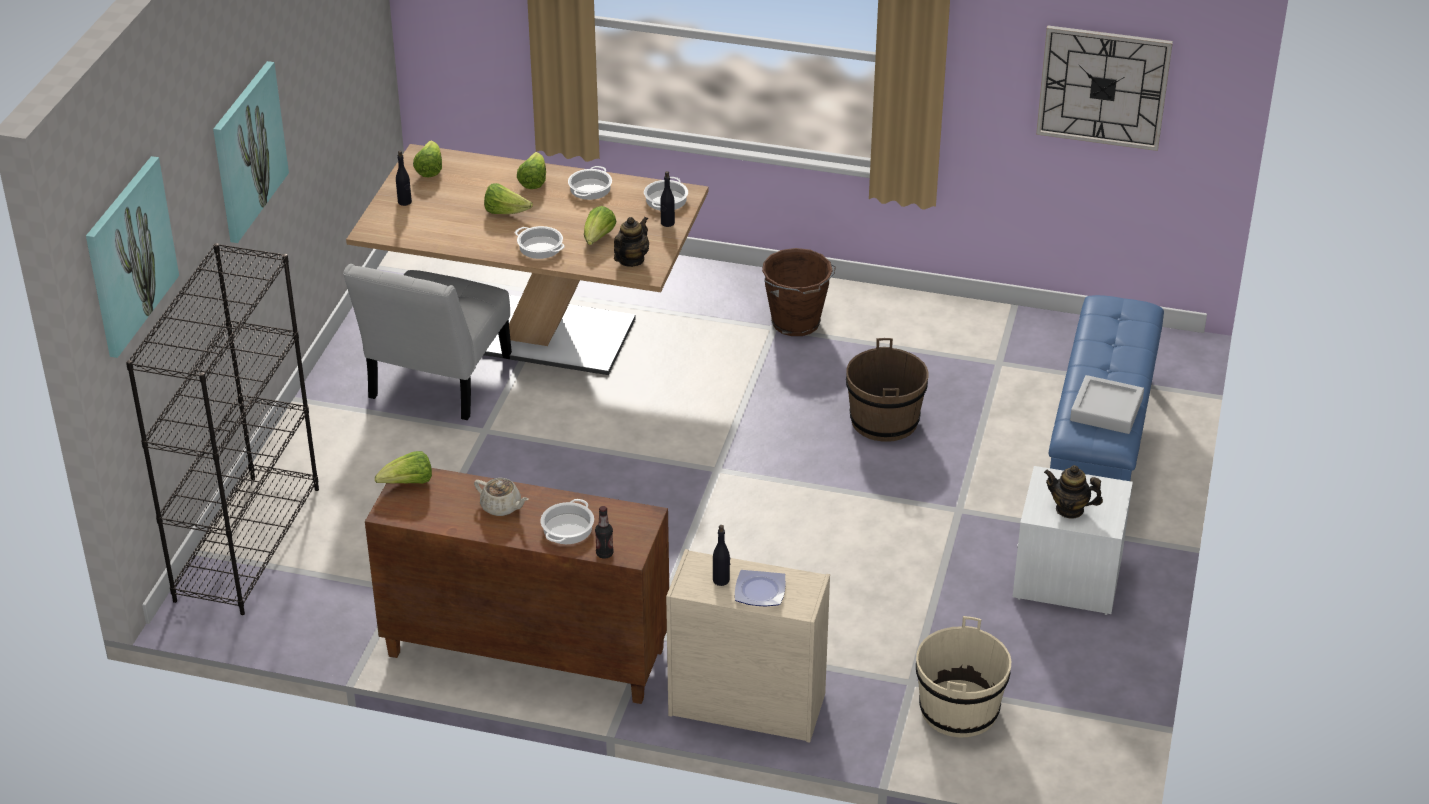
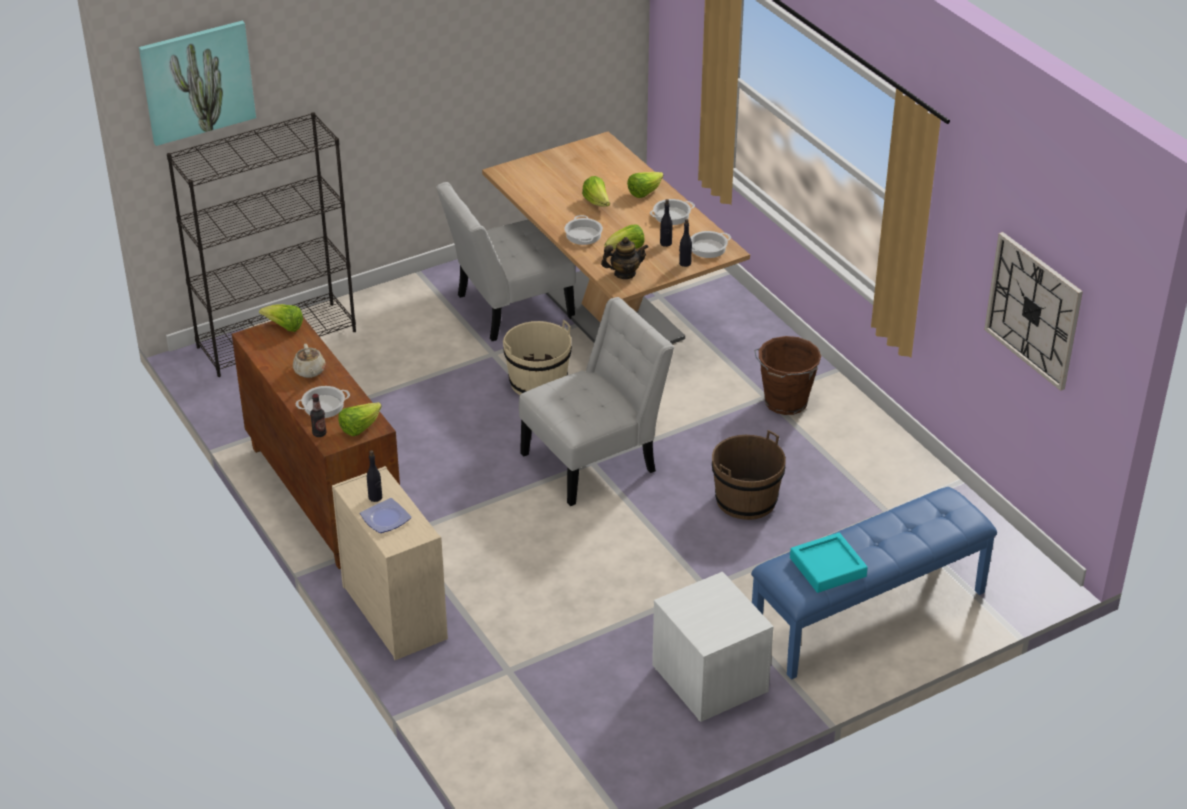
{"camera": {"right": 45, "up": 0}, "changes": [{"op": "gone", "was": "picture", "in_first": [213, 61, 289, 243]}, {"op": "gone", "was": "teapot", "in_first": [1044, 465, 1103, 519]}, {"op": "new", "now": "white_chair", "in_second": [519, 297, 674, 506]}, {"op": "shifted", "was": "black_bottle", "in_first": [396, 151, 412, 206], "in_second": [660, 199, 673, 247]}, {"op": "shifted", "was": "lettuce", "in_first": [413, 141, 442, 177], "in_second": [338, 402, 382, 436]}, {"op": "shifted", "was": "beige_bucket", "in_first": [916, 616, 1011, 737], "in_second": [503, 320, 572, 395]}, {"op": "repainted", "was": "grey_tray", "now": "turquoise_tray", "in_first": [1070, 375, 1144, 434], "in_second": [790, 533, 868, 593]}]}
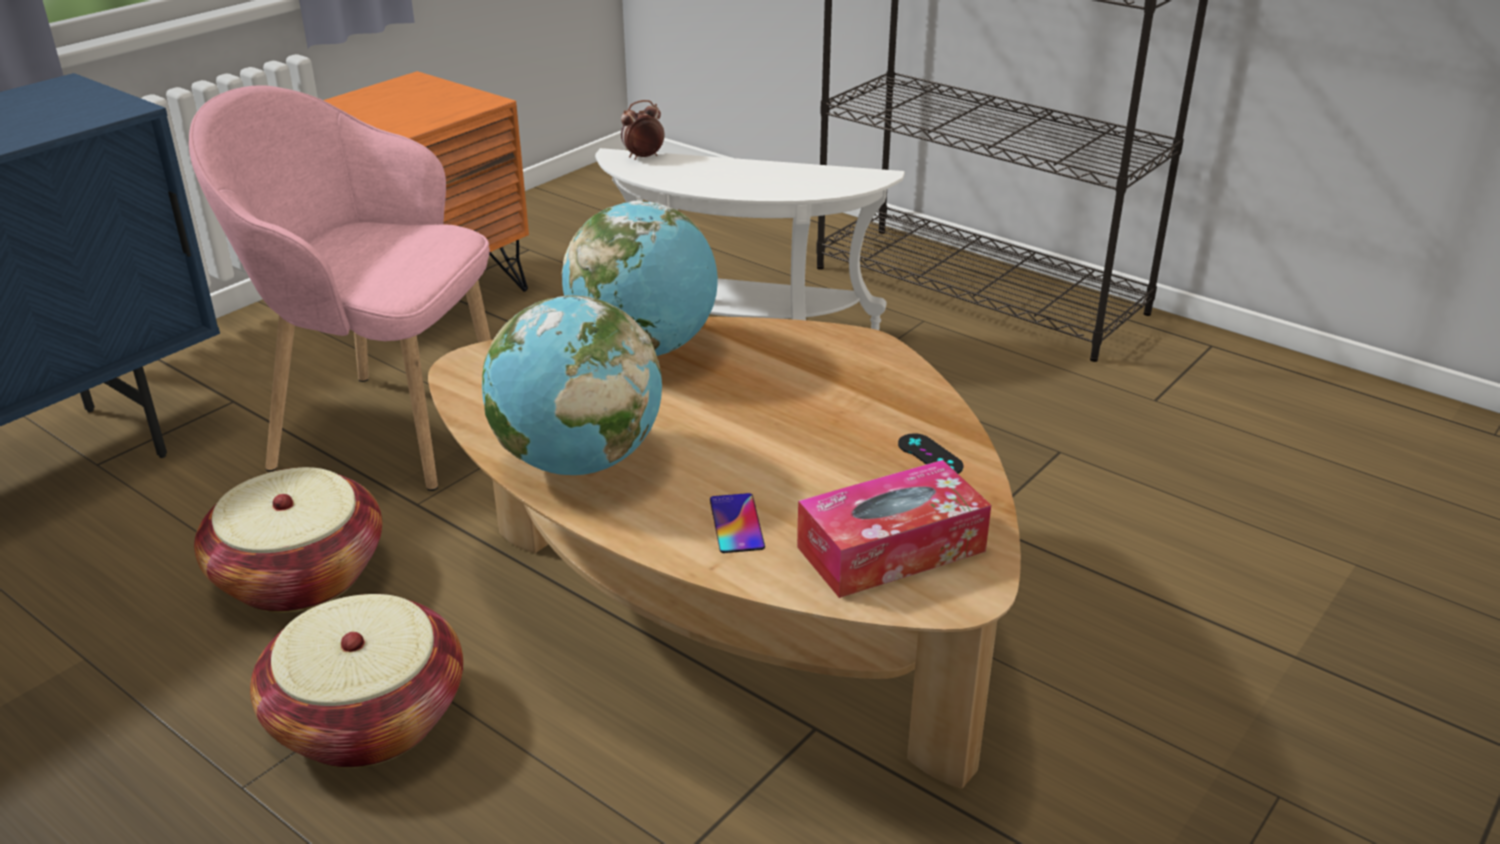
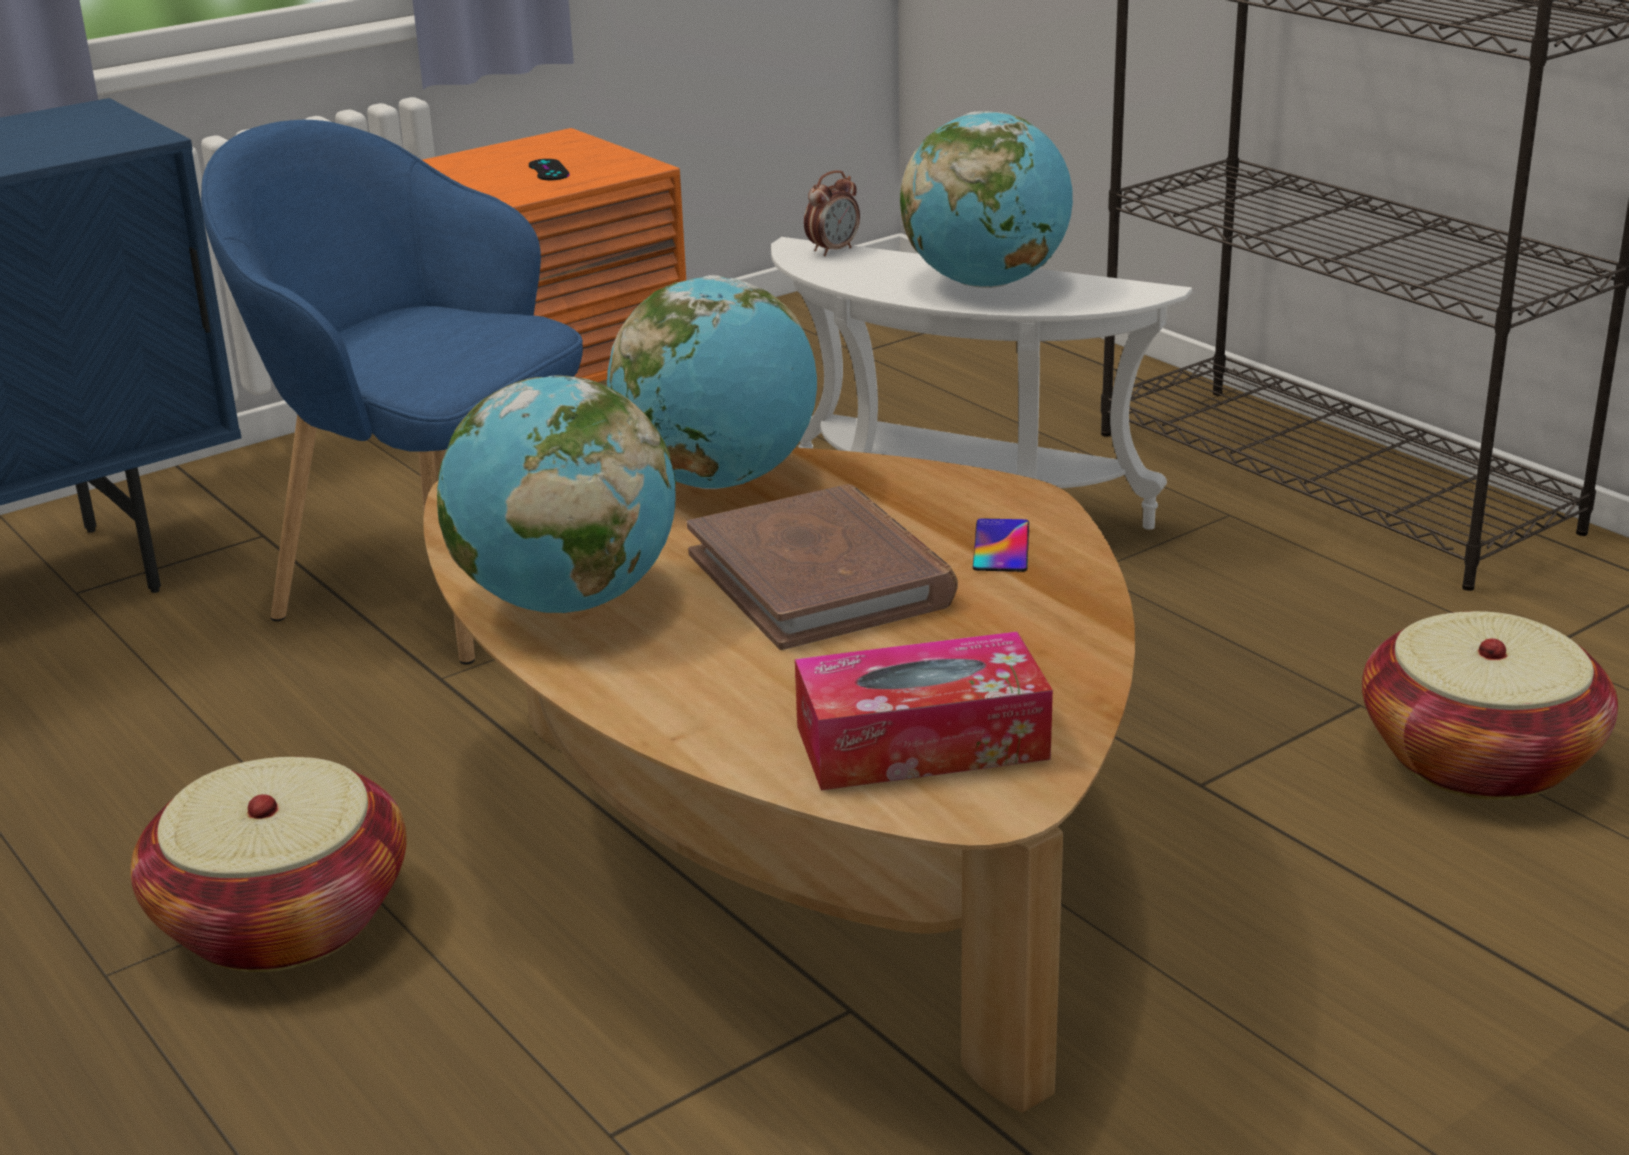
{"camera": {"right": 15, "up": -5}, "changes": [{"op": "new", "now": "brown_book", "in_second": [687, 484, 958, 650]}, {"op": "new", "now": "globe", "in_second": [900, 111, 1073, 288]}, {"op": "shifted", "was": "basket", "in_first": [194, 467, 382, 613], "in_second": [1362, 611, 1618, 800]}, {"op": "shifted", "was": "phone", "in_first": [710, 493, 765, 553], "in_second": [973, 518, 1029, 572]}, {"op": "shifted", "was": "black_game_controller", "in_first": [898, 433, 963, 474], "in_second": [529, 159, 570, 180]}, {"op": "repainted", "was": "pink_armchair", "now": "blue_armchair", "in_first": [189, 85, 491, 491], "in_second": [201, 120, 583, 664]}, {"op": "rotated", "was": "alarm_clock", "in_first": [621, 100, 665, 160], "in_second": [804, 171, 860, 256], "clockwise": 150}]}
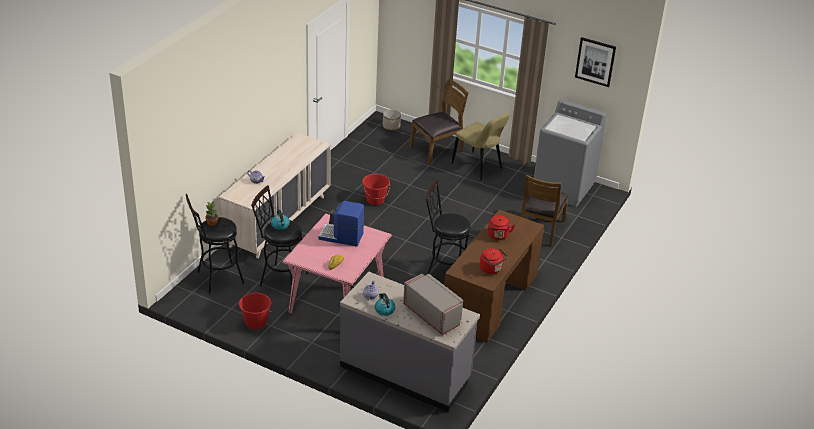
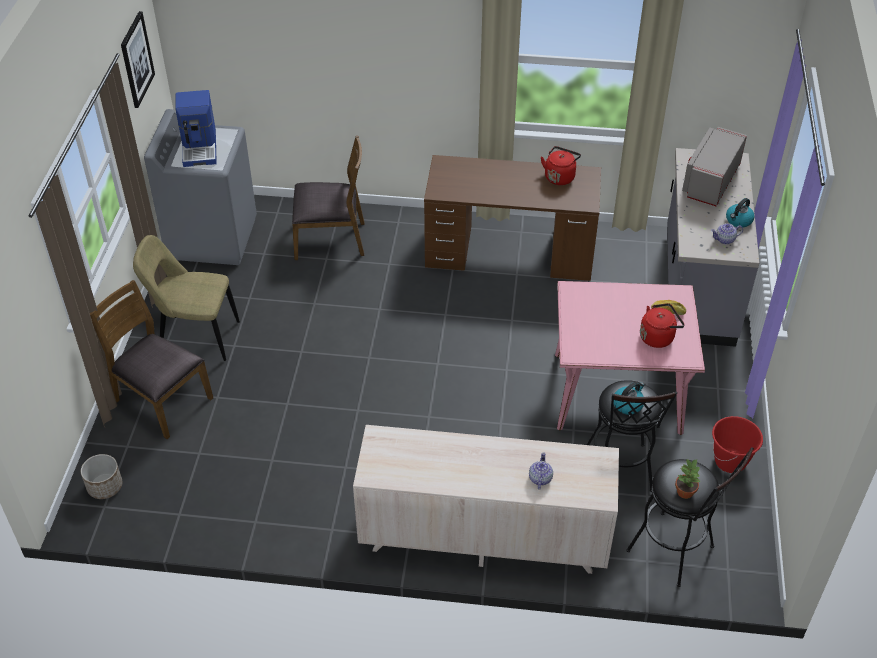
{"camera": {"right": -110, "up": 10}, "changes": [{"op": "gone", "was": "red_bucket", "in_first": [362, 174, 390, 205]}, {"op": "gone", "was": "black_stool", "in_first": [426, 180, 470, 274]}, {"op": "shifted", "was": "coffee_machine", "in_first": [319, 201, 364, 247], "in_second": [175, 90, 217, 167]}, {"op": "shifted", "was": "red_kettle", "in_first": [488, 215, 515, 240], "in_second": [640, 303, 685, 348]}, {"op": "rotated", "was": "beige_chair", "in_first": [452, 112, 510, 180], "in_second": [133, 235, 240, 361], "clockwise": -105}]}
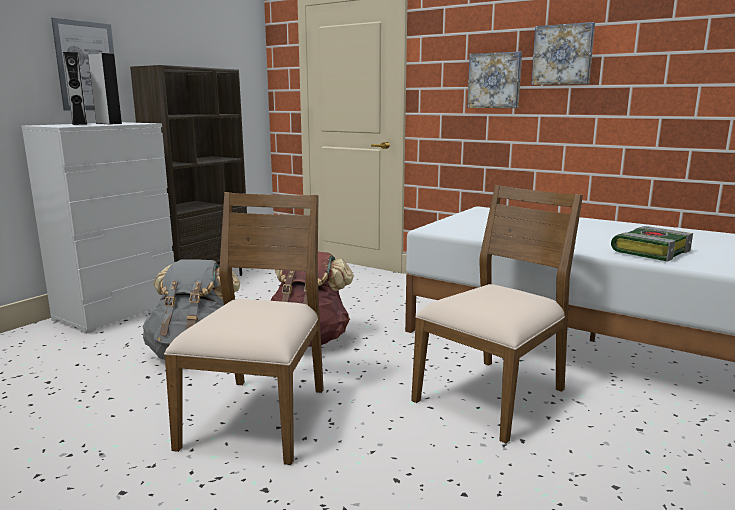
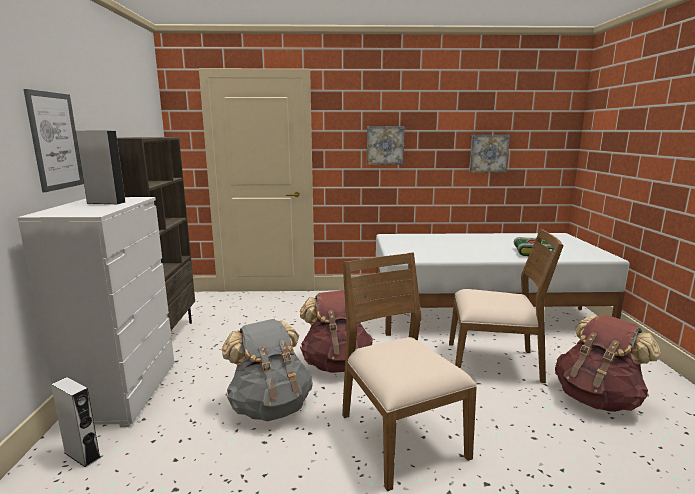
{"camera": {"right": -35, "up": 0}, "changes": [{"op": "new", "now": "brown_backpack", "in_second": [555, 315, 661, 412]}, {"op": "shifted", "was": "grey_speaker", "in_first": [63, 52, 88, 125], "in_second": [51, 377, 101, 468]}, {"op": "shifted", "was": "picture", "in_first": [531, 22, 595, 85], "in_second": [469, 135, 510, 173]}, {"op": "rotated", "was": "brown_chair", "in_first": [411, 185, 583, 444], "in_second": [449, 229, 564, 383], "clockwise": 90}]}
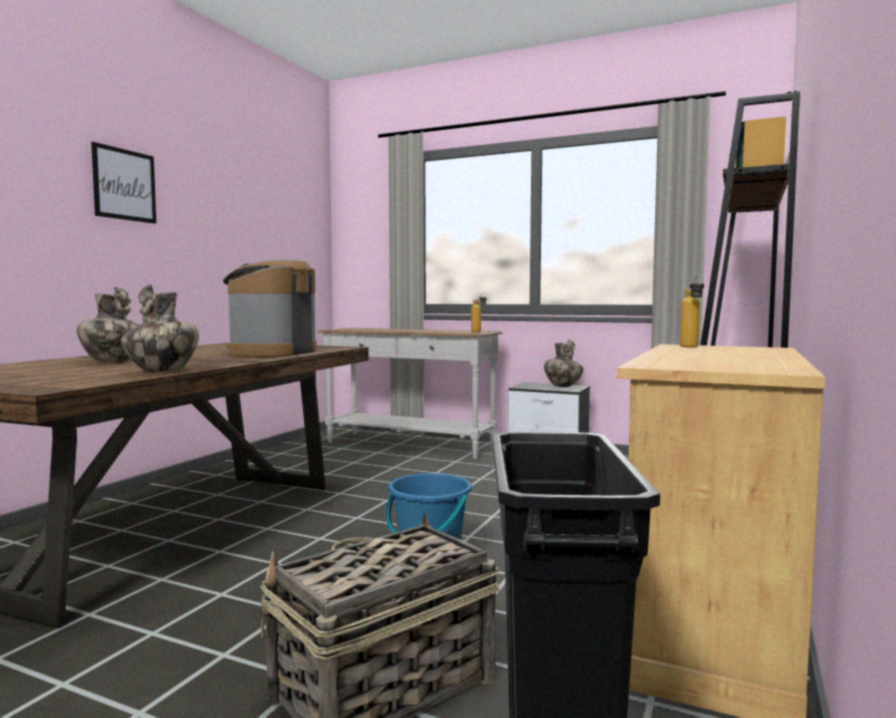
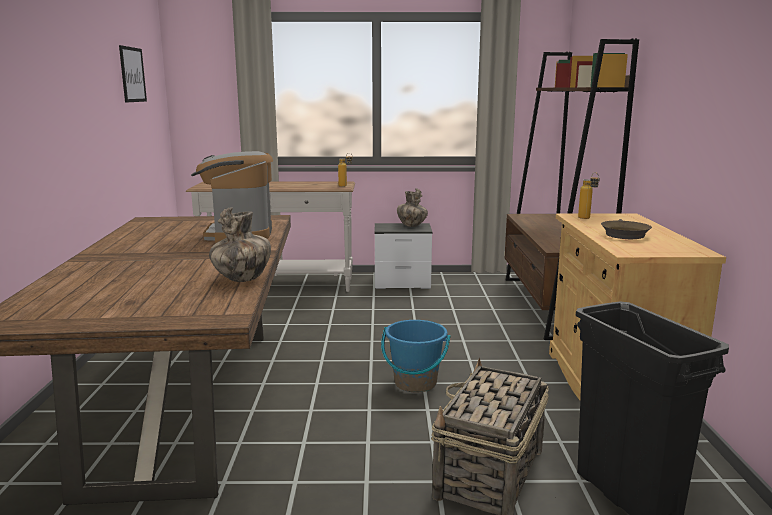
{"camera": {"right": -25, "up": 10}, "changes": [{"op": "gone", "was": "vase", "in_first": [77, 287, 139, 362]}, {"op": "new", "now": "brown_frying_pan", "in_second": [601, 219, 652, 239]}, {"op": "shifted", "was": "picture", "in_first": [91, 142, 156, 224], "in_second": [119, 45, 147, 102]}]}
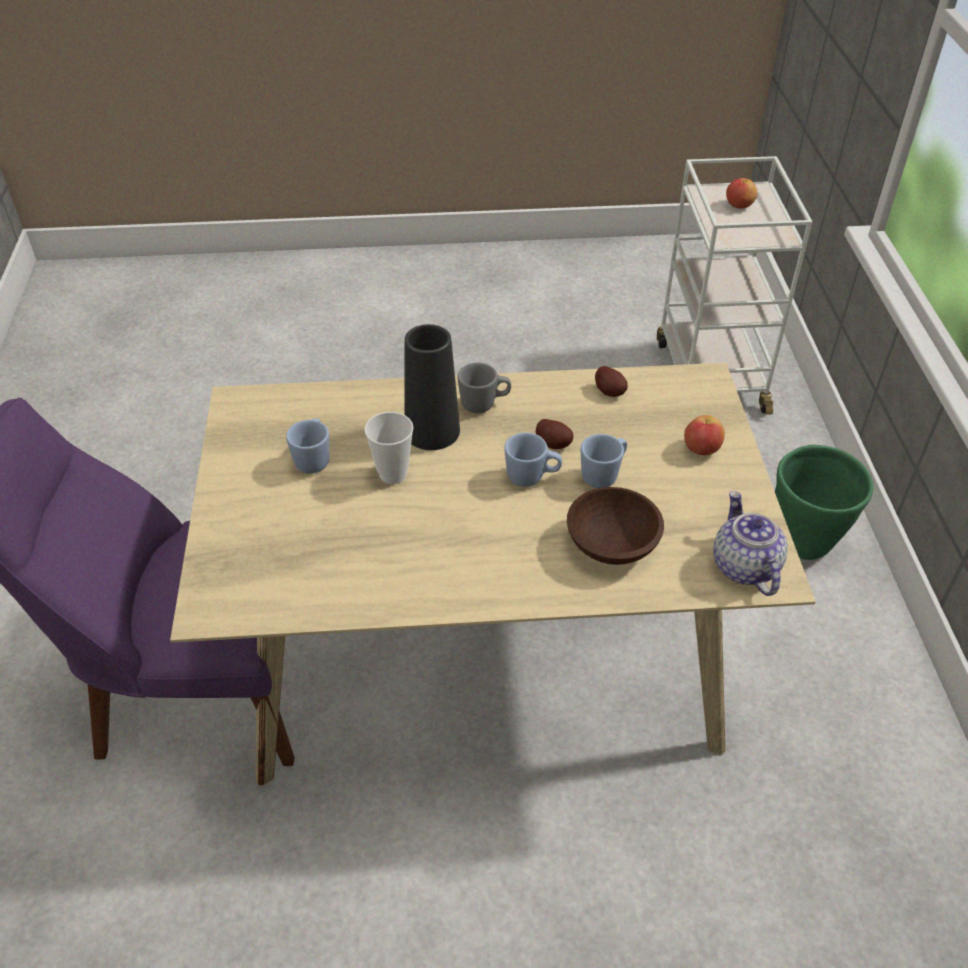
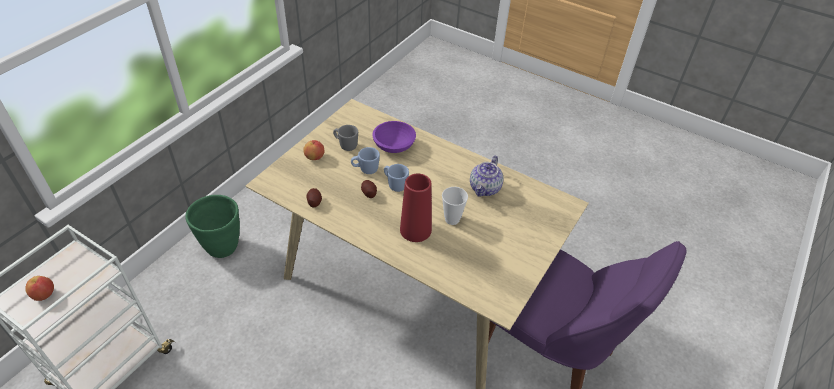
{"camera": {"right": -145, "up": 0}, "changes": [{"op": "gone", "was": "blue_mug", "in_first": [286, 418, 329, 474]}, {"op": "shifted", "was": "grey_mug", "in_first": [457, 363, 511, 413], "in_second": [333, 125, 358, 151]}, {"op": "shifted", "was": "teapot", "in_first": [713, 491, 788, 596], "in_second": [470, 156, 503, 197]}, {"op": "repainted", "was": "black_vase", "now": "red_vase", "in_first": [404, 324, 460, 450], "in_second": [400, 174, 432, 242]}, {"op": "repainted", "was": "brown_bowl", "now": "purple_bowl", "in_first": [567, 487, 664, 565], "in_second": [373, 121, 416, 153]}]}
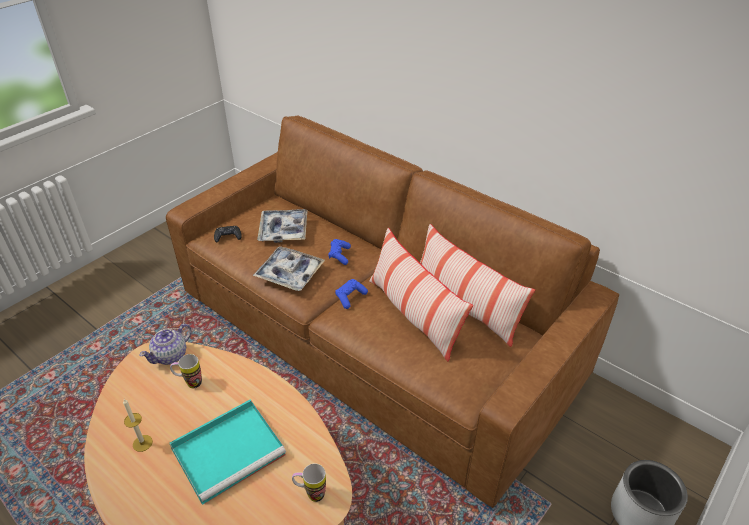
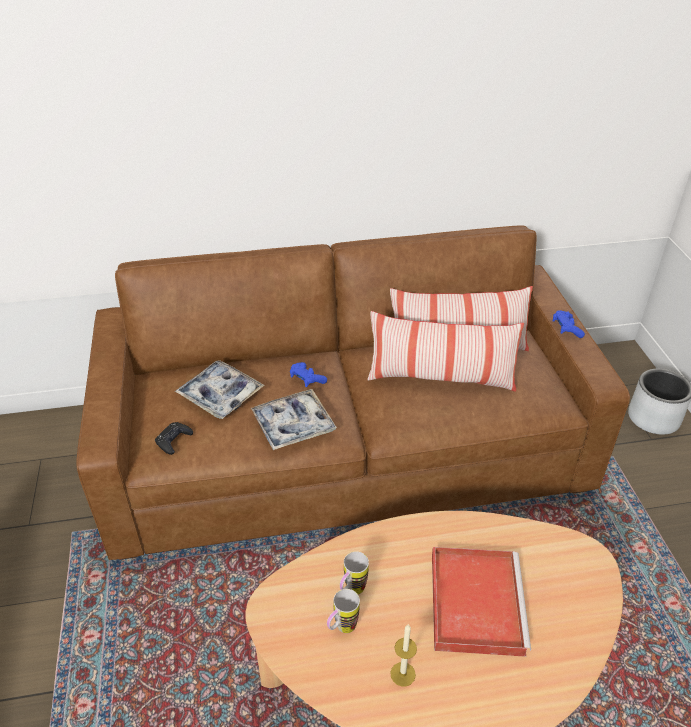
{"camera": {"right": -50, "up": 0}, "changes": [{"op": "gone", "was": "teapot", "in_first": [140, 324, 192, 365]}, {"op": "shifted", "was": "mug", "in_first": [292, 463, 326, 502], "in_second": [327, 589, 360, 633]}, {"op": "shifted", "was": "blue_game_controller", "in_first": [335, 279, 368, 309], "in_second": [553, 310, 585, 338]}, {"op": "repainted", "was": "turquoise_tray", "now": "red_tray", "in_first": [170, 399, 286, 505], "in_second": [432, 547, 531, 657]}]}
